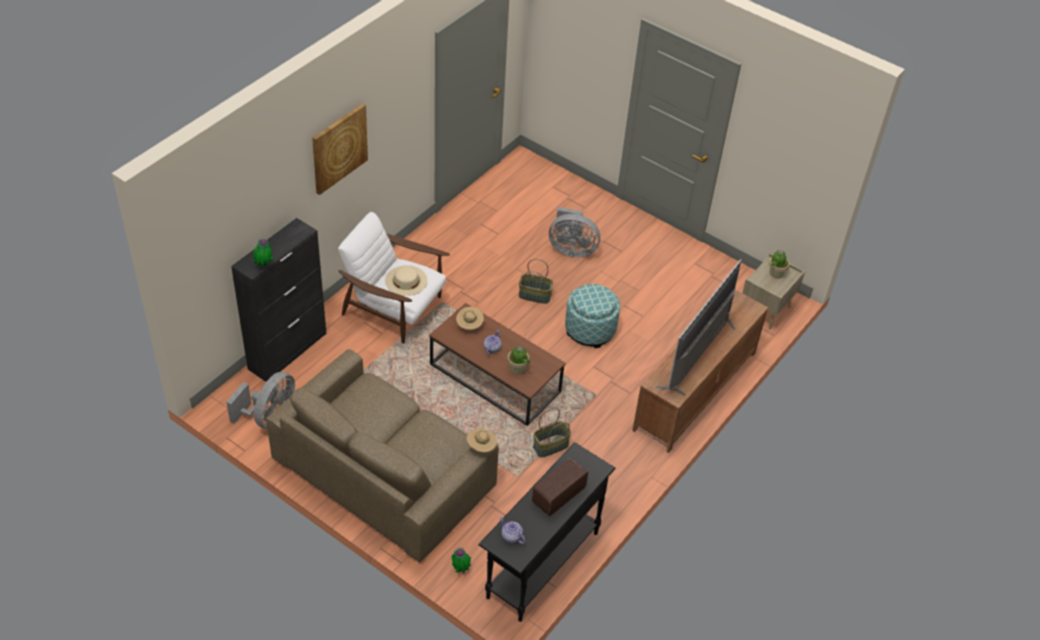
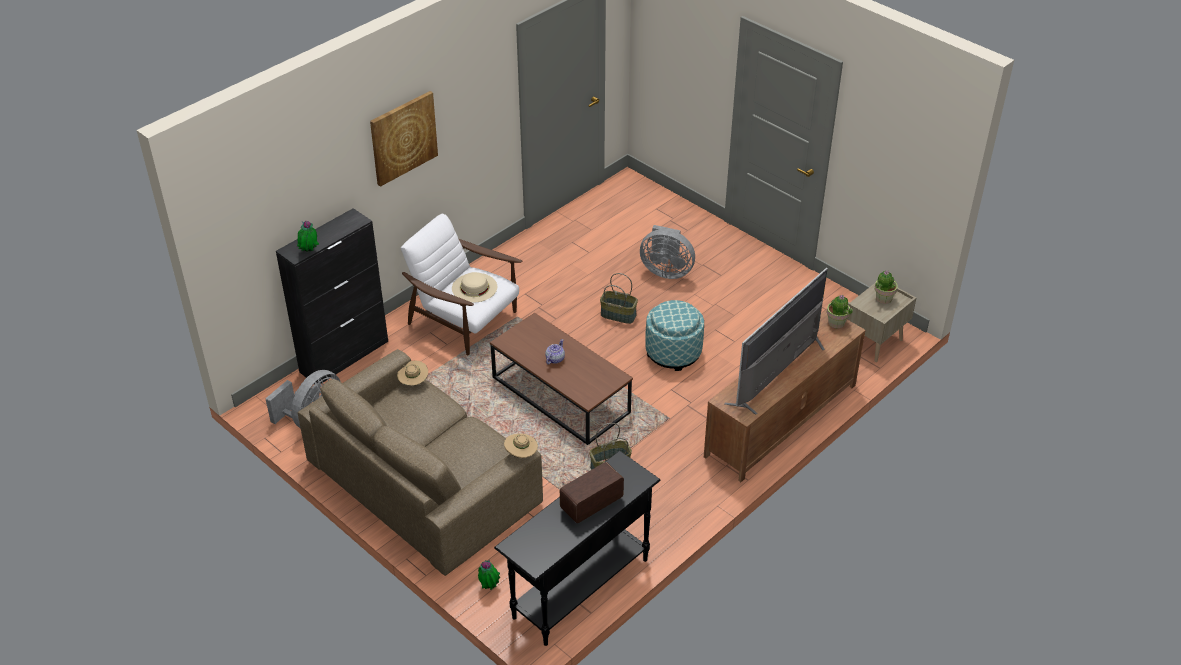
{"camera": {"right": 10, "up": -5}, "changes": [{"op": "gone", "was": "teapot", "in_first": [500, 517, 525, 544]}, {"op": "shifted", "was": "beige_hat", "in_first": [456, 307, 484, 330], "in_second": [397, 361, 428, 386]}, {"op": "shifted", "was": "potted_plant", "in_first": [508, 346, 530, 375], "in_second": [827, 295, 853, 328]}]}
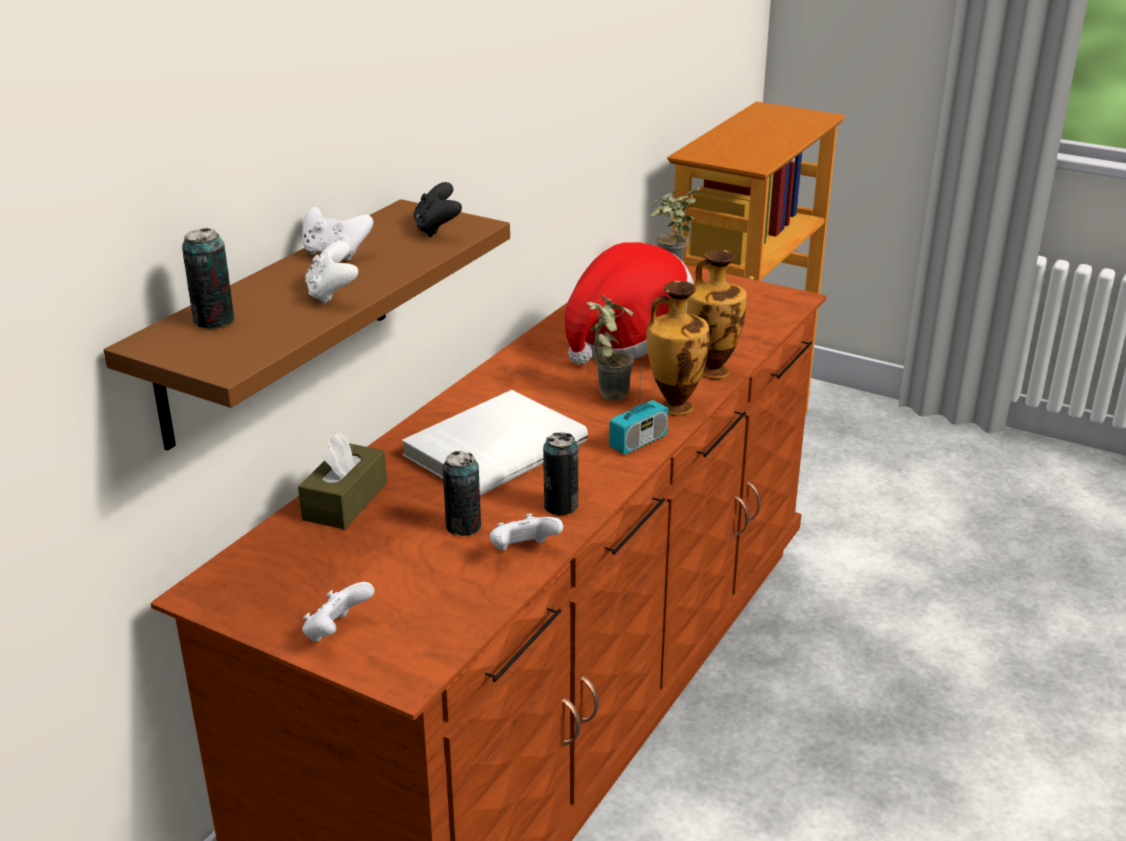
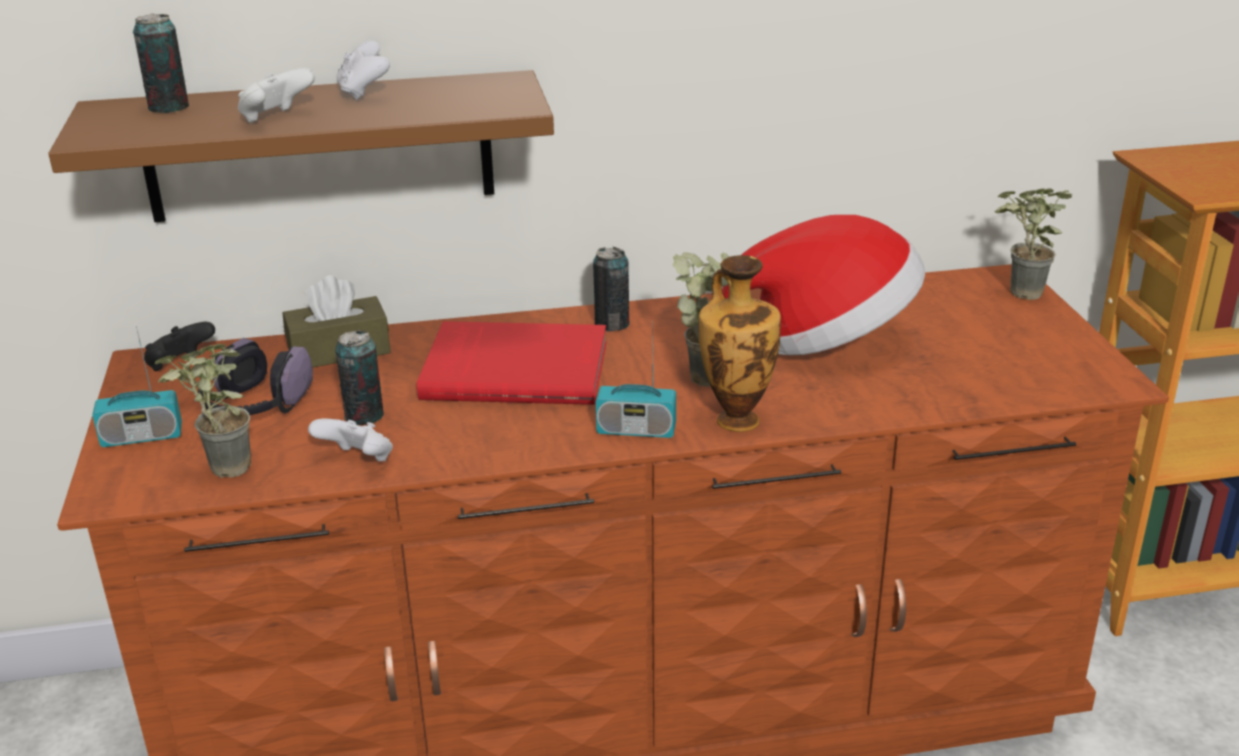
{"camera": {"right": 50, "up": 0}, "changes": [{"op": "gone", "was": "vase", "in_first": [687, 250, 747, 379]}, {"op": "new", "now": "potted_plant", "in_second": [155, 344, 251, 478]}, {"op": "new", "now": "headphones", "in_second": [198, 338, 313, 415]}, {"op": "shifted", "was": "black_game_controller", "in_first": [413, 182, 462, 237], "in_second": [144, 322, 215, 371]}, {"op": "shifted", "was": "can", "in_first": [543, 433, 579, 515], "in_second": [593, 247, 630, 332]}, {"op": "swapped", "was": "white_game_controller", "now": "radio", "in_first": [302, 582, 374, 642], "in_second": [92, 326, 182, 447]}, {"op": "repainted", "was": "white_book", "now": "red_book", "in_first": [402, 390, 588, 496], "in_second": [417, 321, 606, 405]}]}
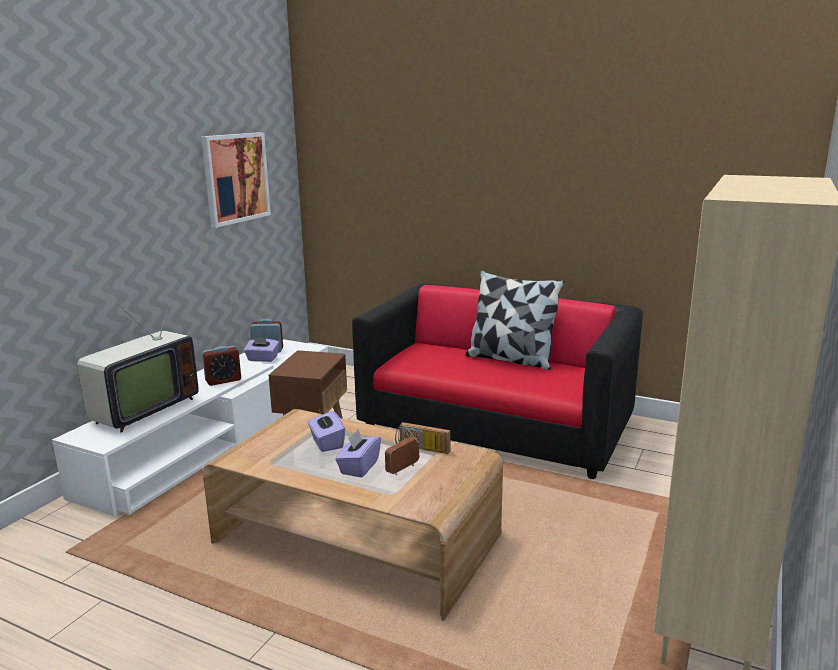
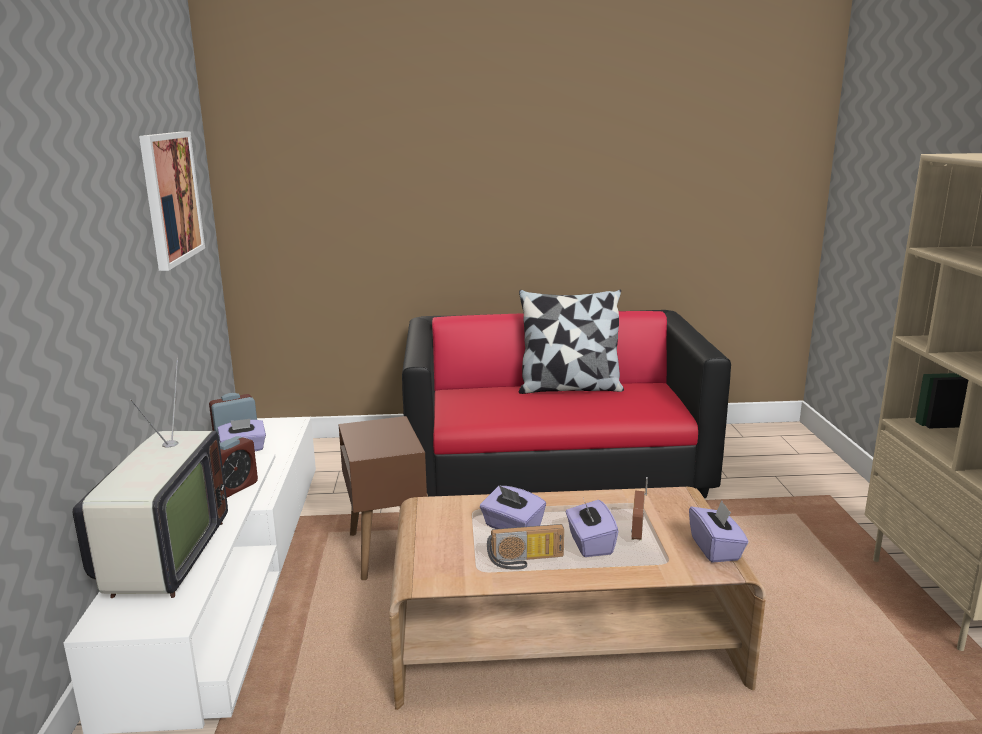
{"camera": {"right": -30, "up": 0}, "changes": [{"op": "new", "now": "purple_tissue_box", "in_second": [689, 500, 748, 563]}, {"op": "shifted", "was": "radio", "in_first": [395, 422, 451, 454], "in_second": [487, 524, 564, 570]}]}
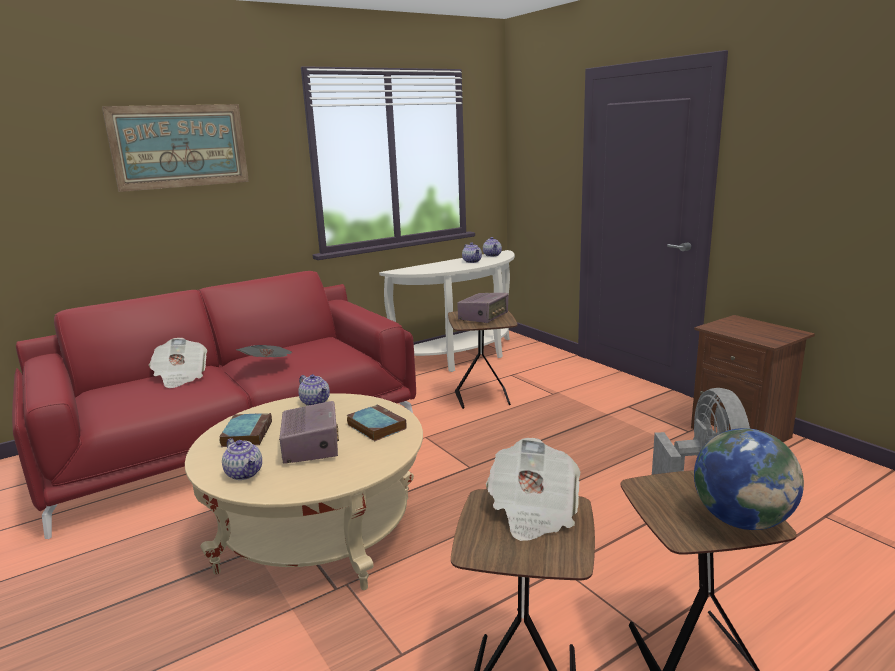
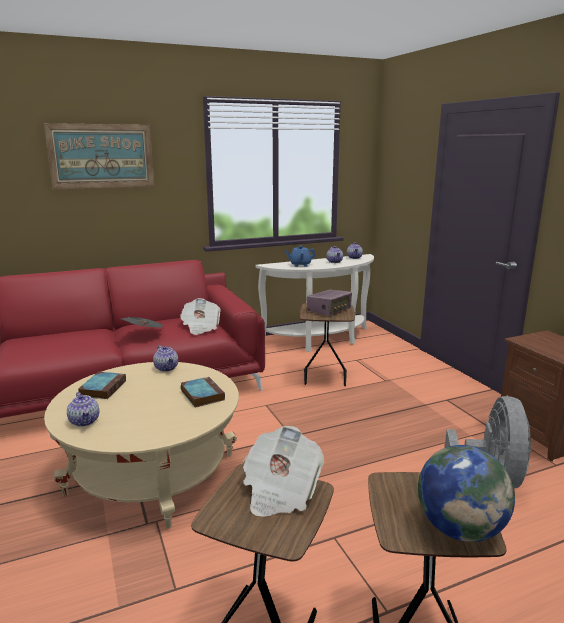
{"camera": {"right": 10, "up": 0}, "changes": [{"op": "gone", "was": "radio", "in_first": [279, 401, 339, 464]}, {"op": "new", "now": "blue_teapot", "in_second": [285, 246, 316, 267]}, {"op": "shifted", "was": "newspaper", "in_first": [149, 338, 207, 388], "in_second": [180, 298, 221, 335]}]}
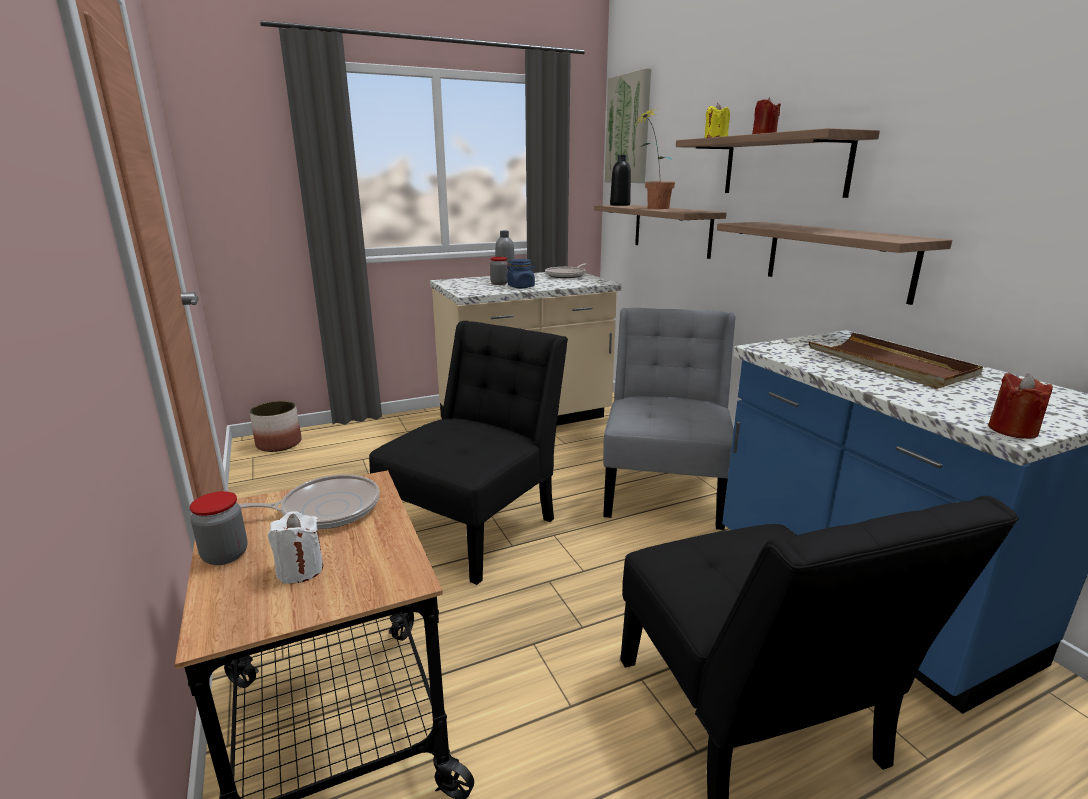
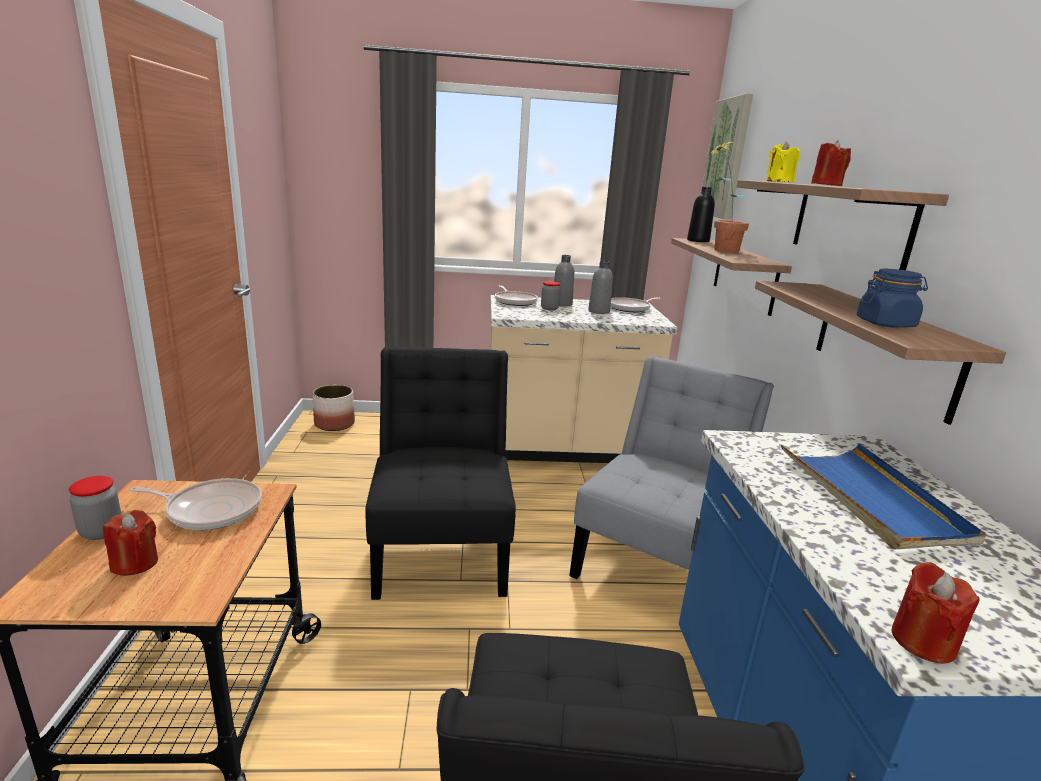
{"camera": {"right": 20, "up": 0}, "changes": [{"op": "new", "now": "frying_pan", "in_second": [495, 286, 538, 306]}, {"op": "new", "now": "grey_bottle", "in_second": [589, 260, 613, 314]}, {"op": "shifted", "was": "blue_jar", "in_first": [507, 259, 536, 288], "in_second": [857, 269, 928, 328]}, {"op": "repainted", "was": "white_candle", "now": "red_candle", "in_first": [268, 511, 323, 584], "in_second": [103, 510, 158, 576]}, {"op": "repainted", "was": "brown_tray", "now": "blue_tray", "in_first": [808, 332, 983, 389], "in_second": [781, 443, 987, 549]}, {"op": "rotated", "was": "black_chair", "in_first": [369, 321, 568, 585], "in_second": [365, 347, 516, 600], "clockwise": -60}]}
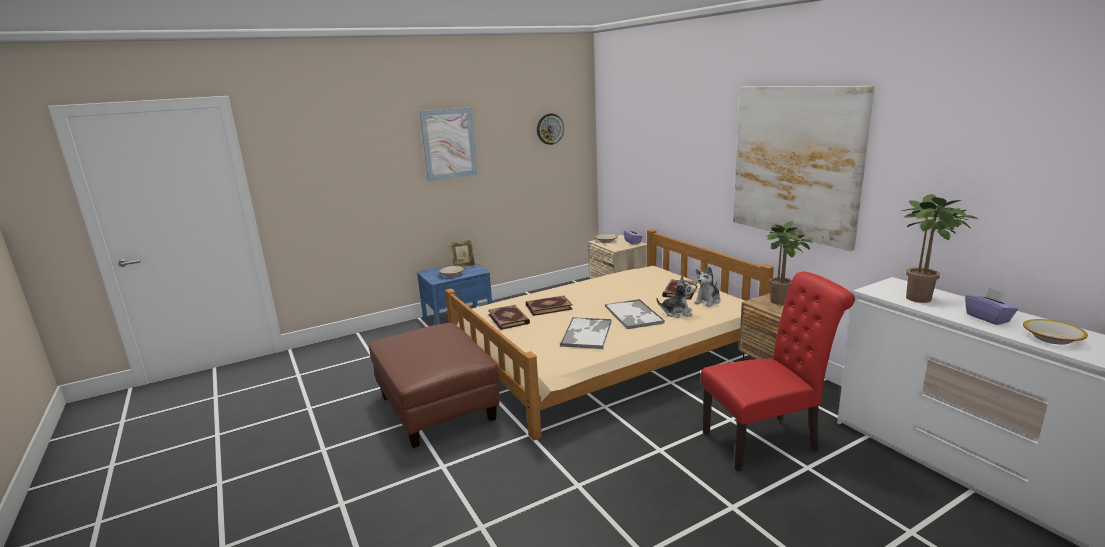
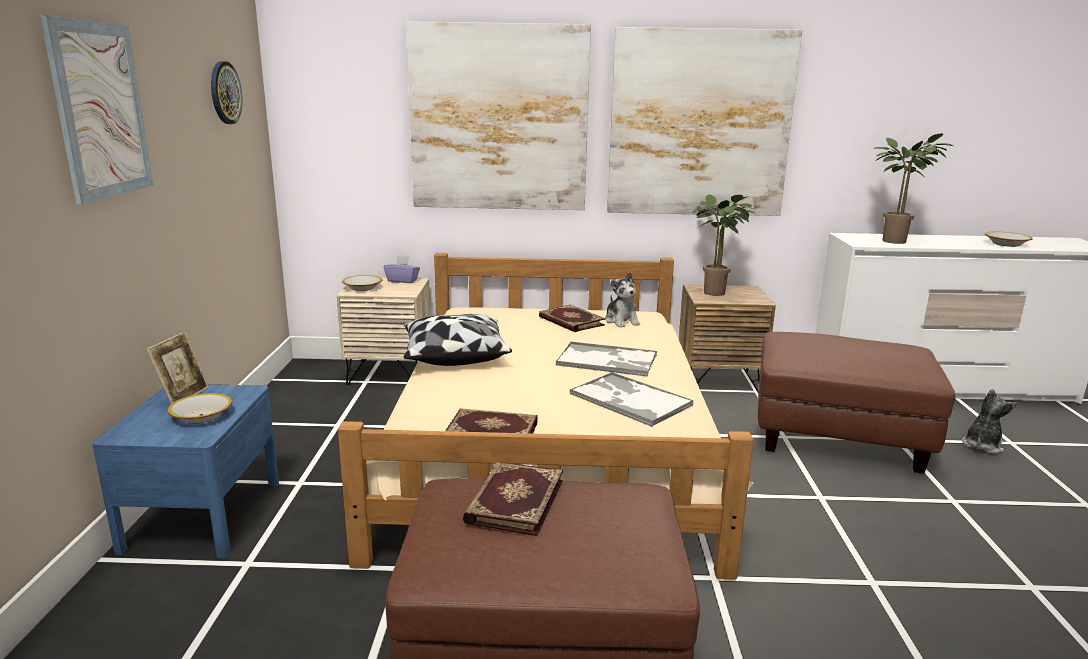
{"camera": {"right": -60, "up": 0}, "changes": [{"op": "gone", "was": "purple_tissue_box", "in_first": [965, 288, 1018, 325]}, {"op": "new", "now": "pillow", "in_second": [404, 314, 512, 366]}, {"op": "new", "now": "picture", "in_second": [406, 21, 591, 210]}, {"op": "shifted", "was": "book", "in_first": [526, 295, 573, 316], "in_second": [463, 461, 563, 536]}, {"op": "shifted", "was": "plush_toy", "in_first": [657, 275, 696, 318], "in_second": [962, 389, 1017, 454]}, {"op": "swapped", "was": "red_chair", "now": "brown_ottoman", "in_first": [701, 272, 855, 472], "in_second": [758, 332, 955, 474]}]}
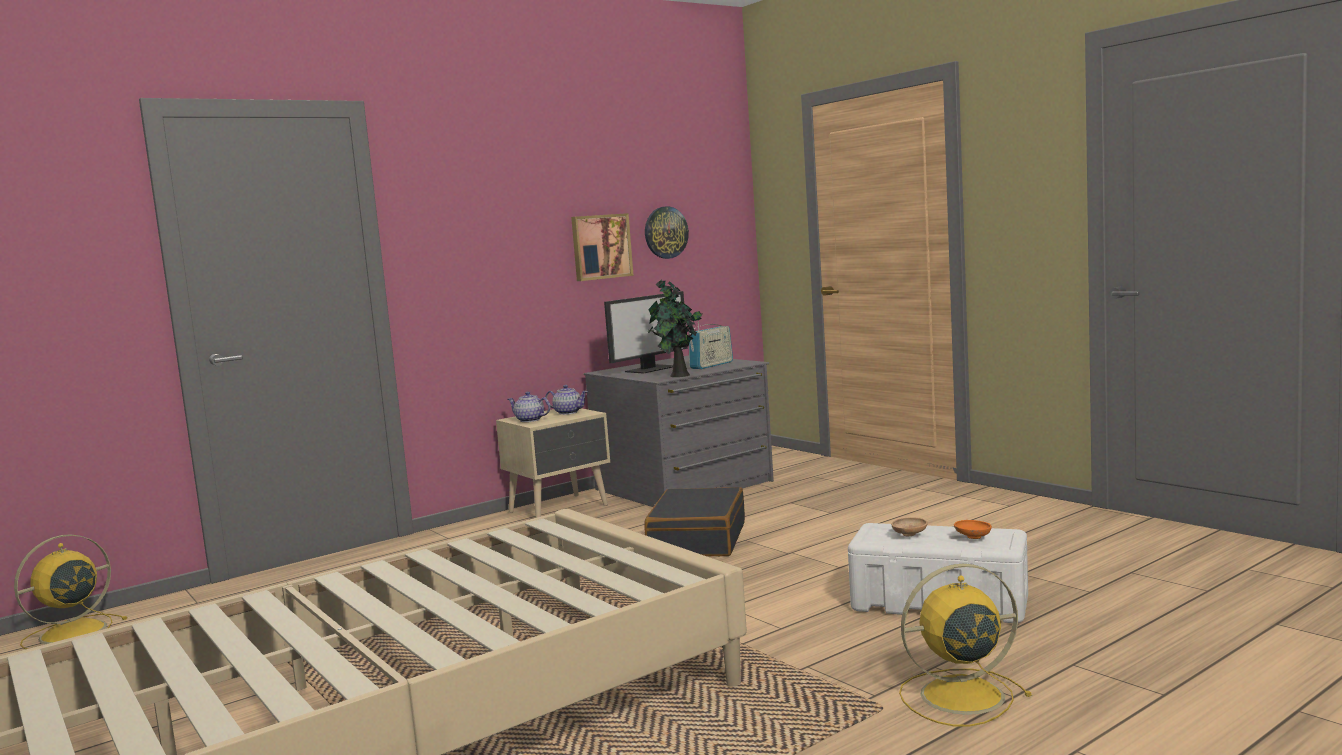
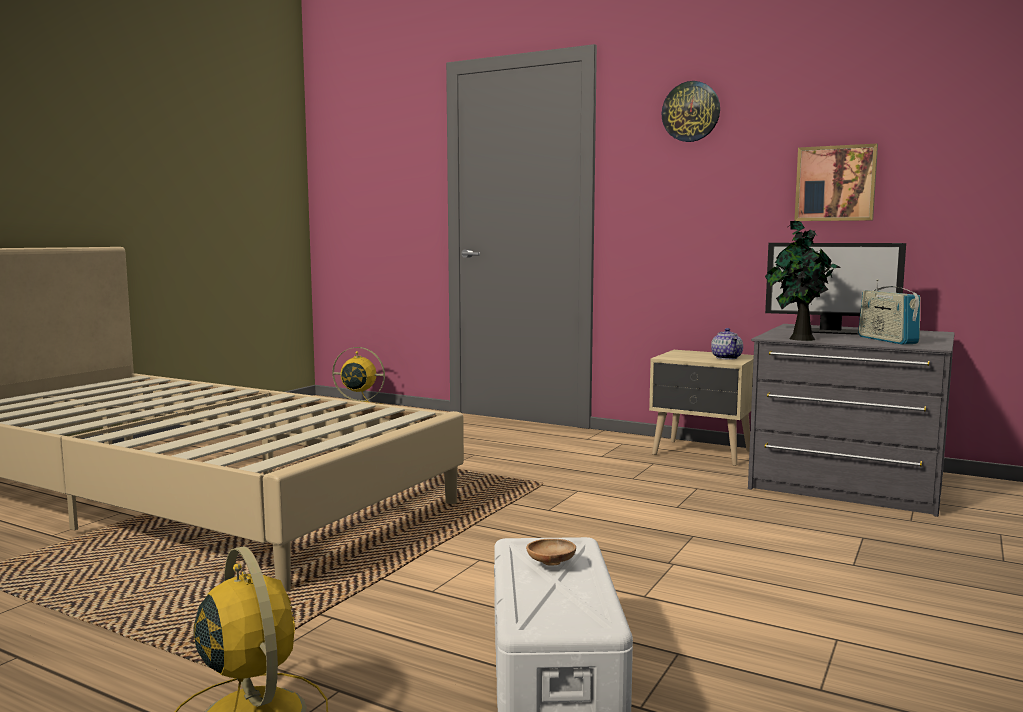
{"camera": {"right": 65, "up": 0}, "changes": [{"op": "gone", "was": "teapot", "in_first": [508, 392, 551, 422]}, {"op": "gone", "was": "black_suitcase", "in_first": [644, 487, 745, 556]}, {"op": "gone", "was": "orange_bowl", "in_first": [954, 520, 992, 539]}, {"op": "shifted", "was": "wall_clock", "in_first": [645, 206, 689, 259], "in_second": [662, 81, 720, 142]}, {"op": "rotated", "was": "radio", "in_first": [689, 322, 733, 369], "in_second": [858, 279, 920, 344], "clockwise": 60}]}
